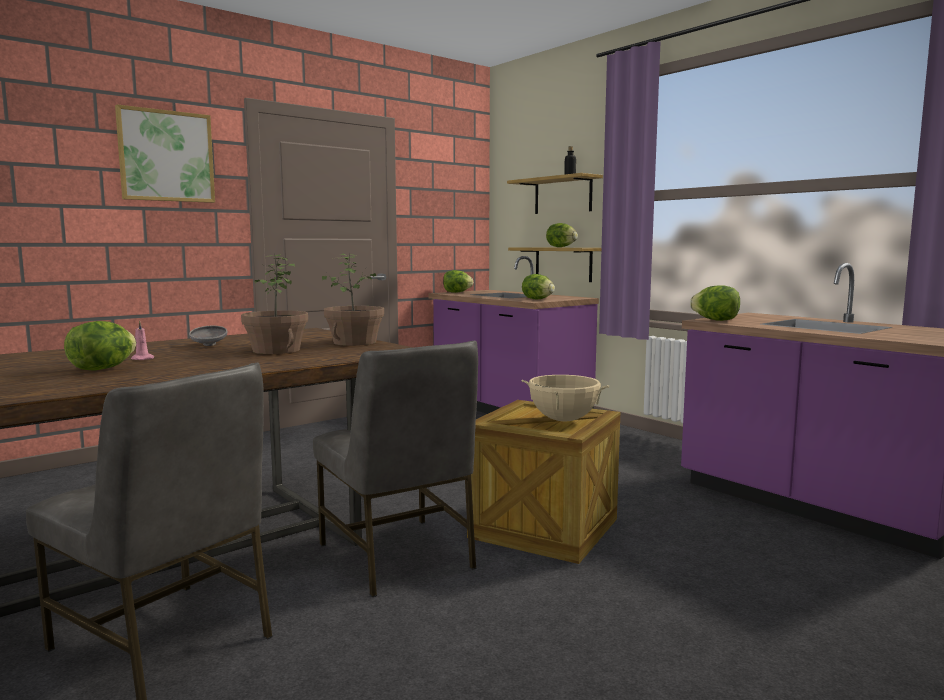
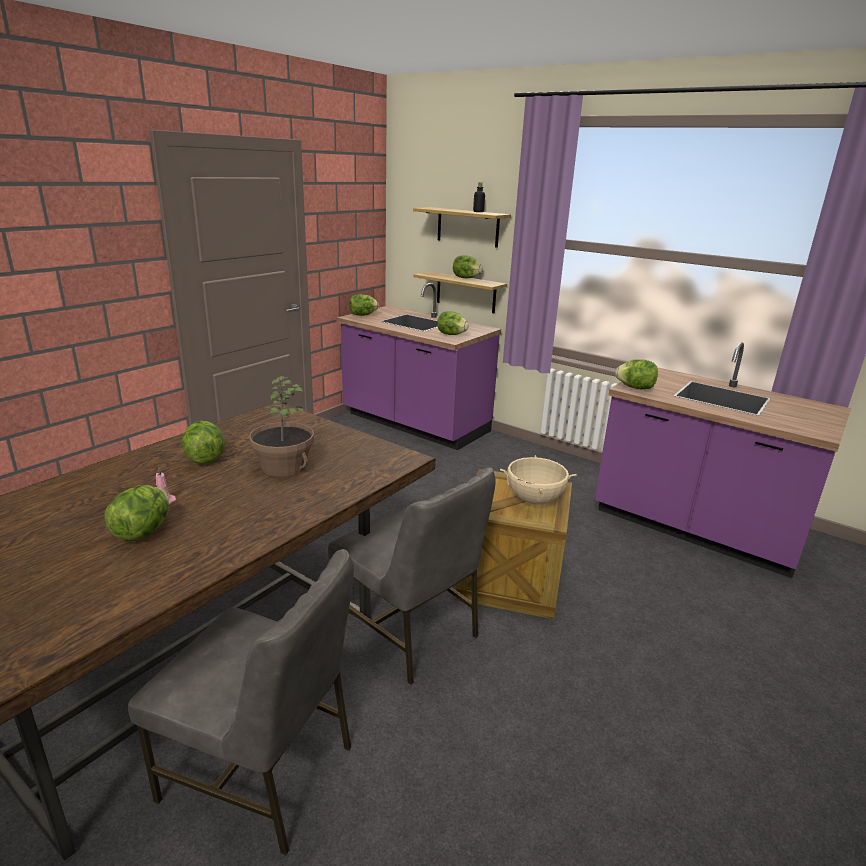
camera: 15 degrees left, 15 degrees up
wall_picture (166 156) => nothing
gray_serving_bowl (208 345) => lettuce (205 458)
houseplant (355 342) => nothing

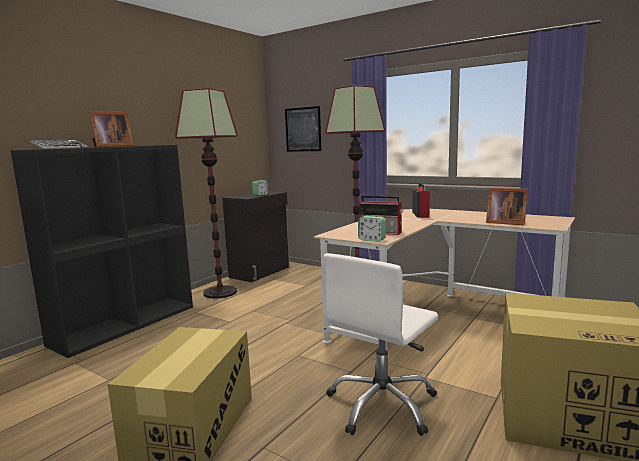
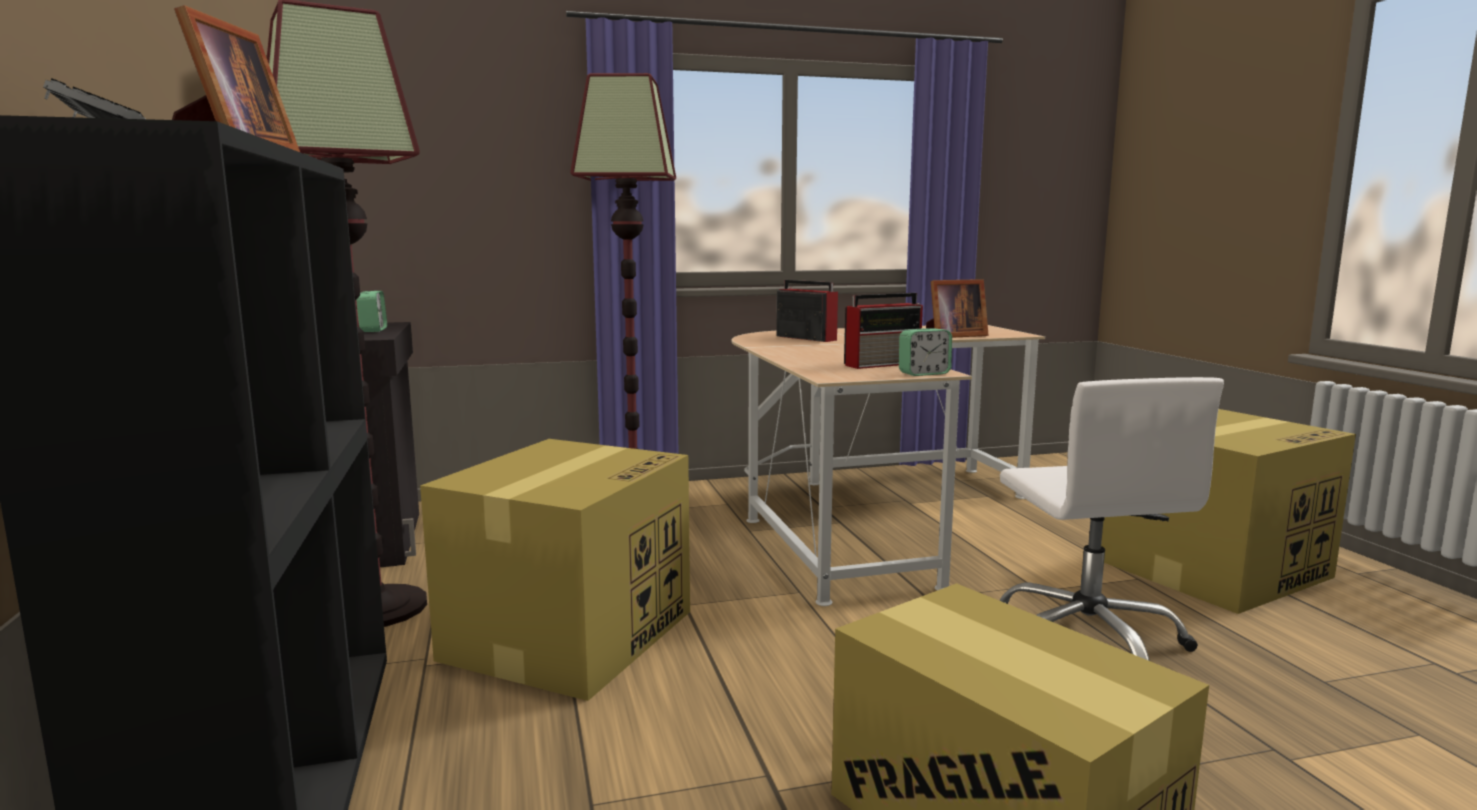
camera: 50 degrees left, 0 degrees up
wall_picture (303 129) => nothing
nothing => cardboard_box (570 633)

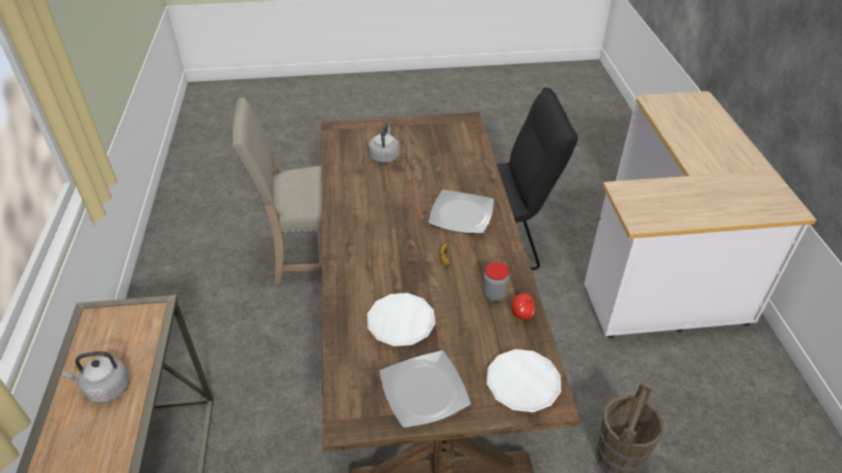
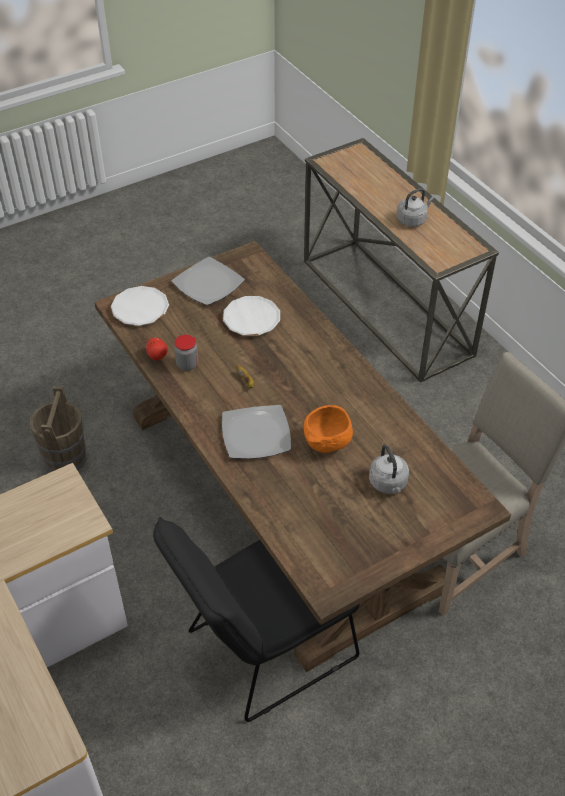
camera: 155 degrees right, 5 degrees up
nothing => orange_serving_bowl (327 444)

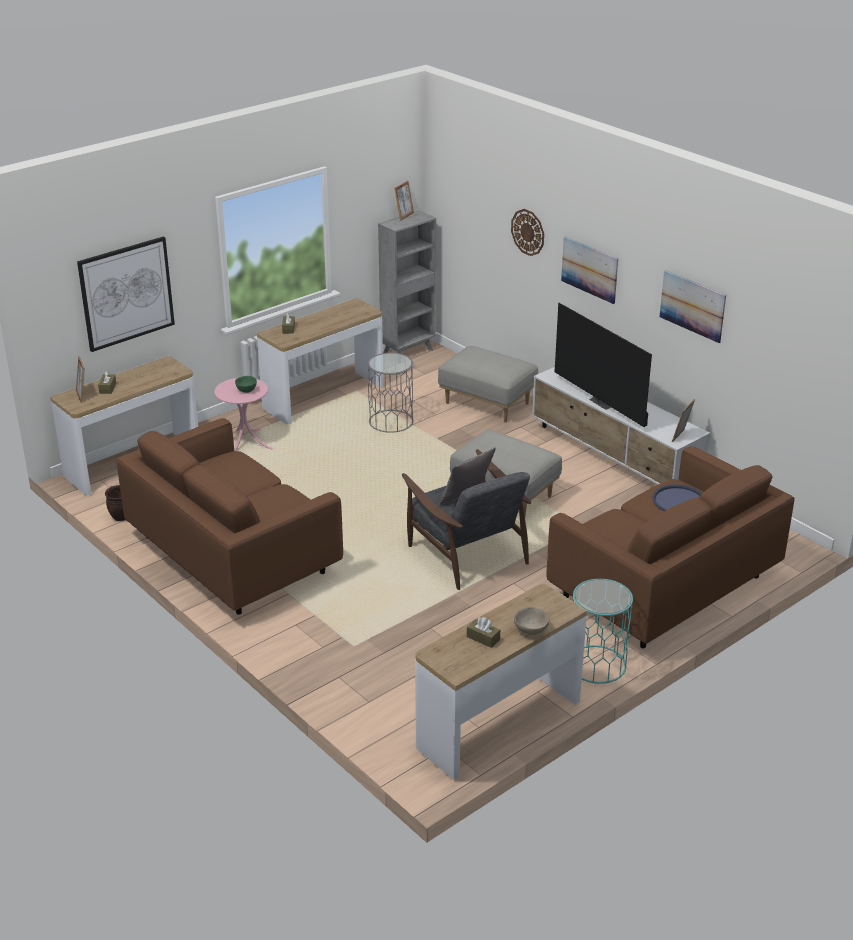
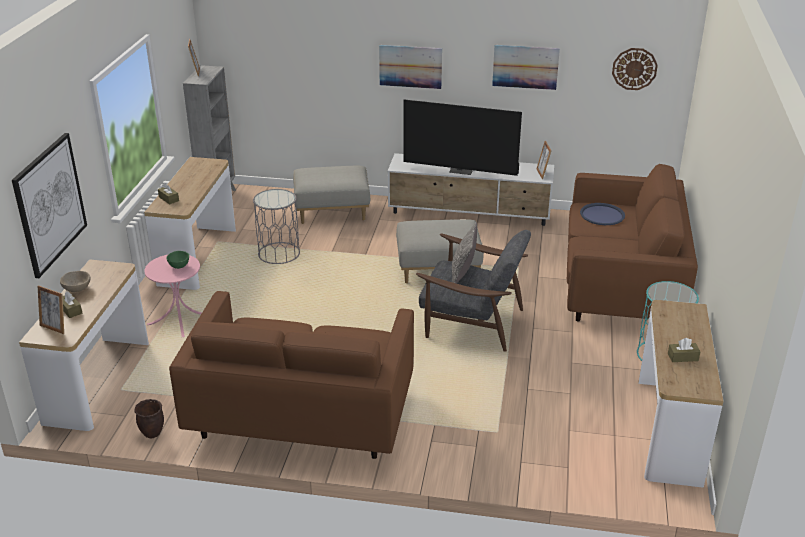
camera: 40 degrees left, 0 degrees up
wall_clock (528 232) => wall_clock (634 68), shifted
sand-coloured_serving_bowl (531 630) => sand-coloured_serving_bowl (77 289), shifted

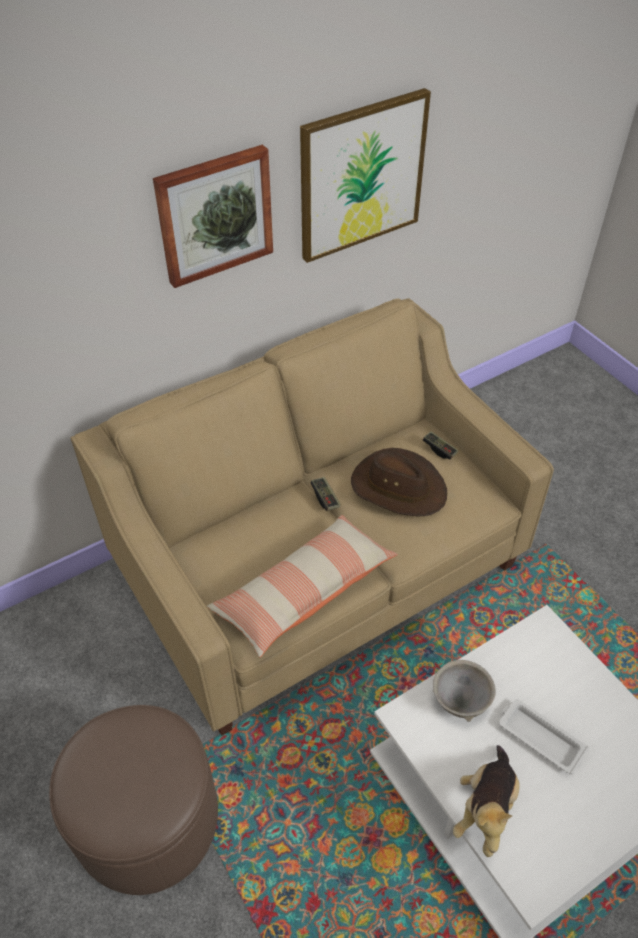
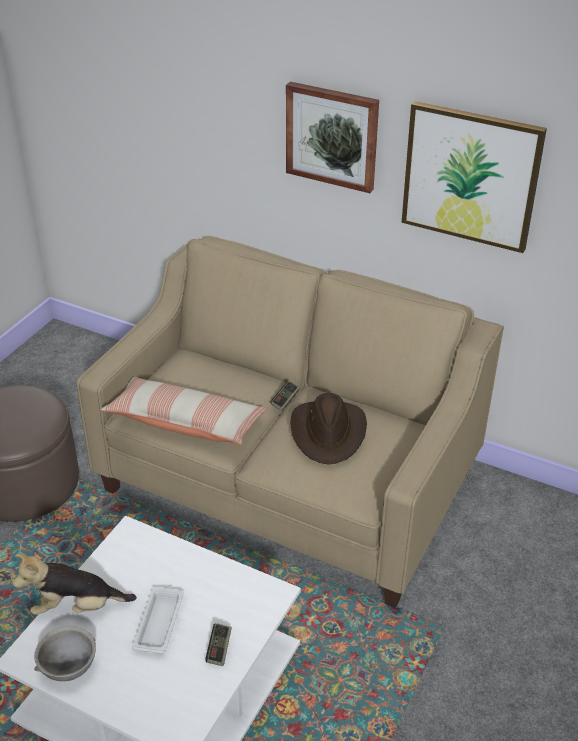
camera: 60 degrees right, 10 degrees down
gamepad (439 449) => gamepad (219 649), shifted
gray_serving_bowl (460 701) => gray_serving_bowl (68 667), shifted

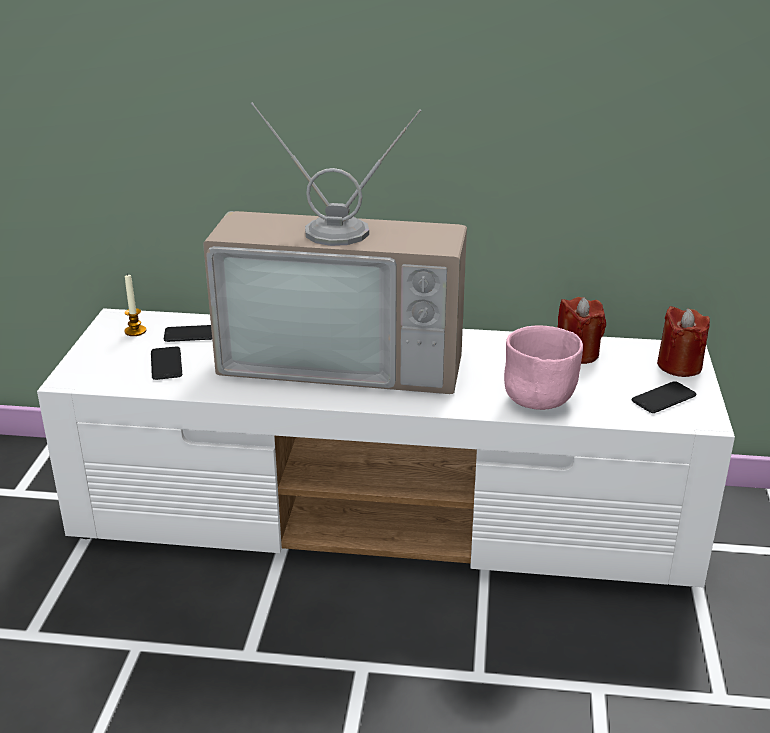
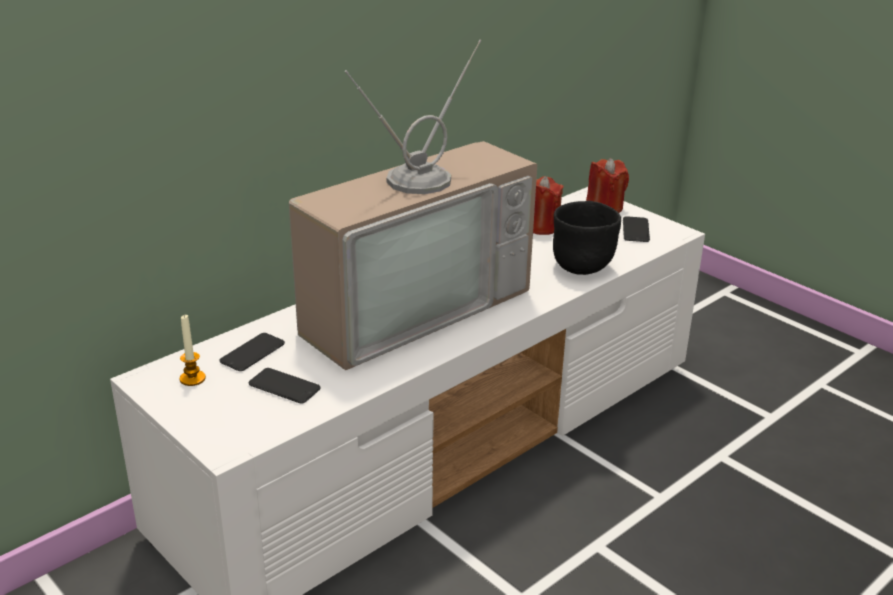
camera: 50 degrees left, 0 degrees up
pink_serving_bowl (540 401) => black-coloured_serving_bowl (583 267)

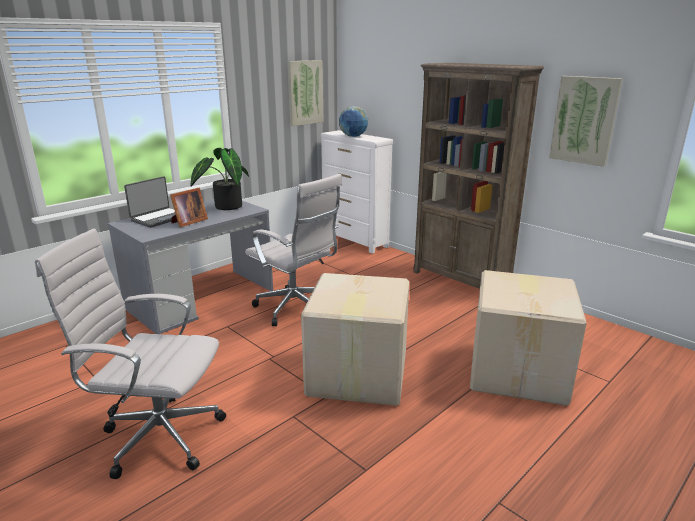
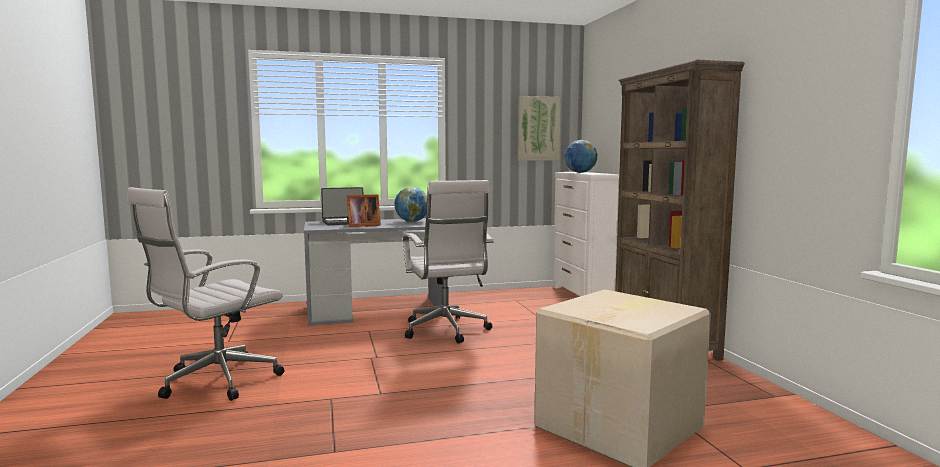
camera: 30 degrees right, 15 degrees down
whitish_desk_chair (157 436) => whitish_desk_chair (214 382), 90 degrees counterclockwise
houseplant (225 206) => world_globe (412 222)
cardboard_box (356 375) => nothing
wall_picture (584 120) => nothing

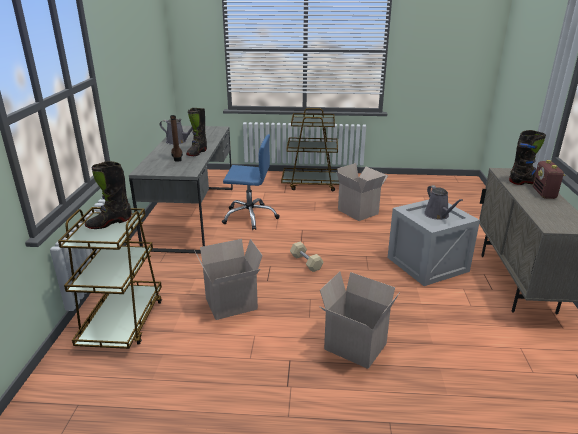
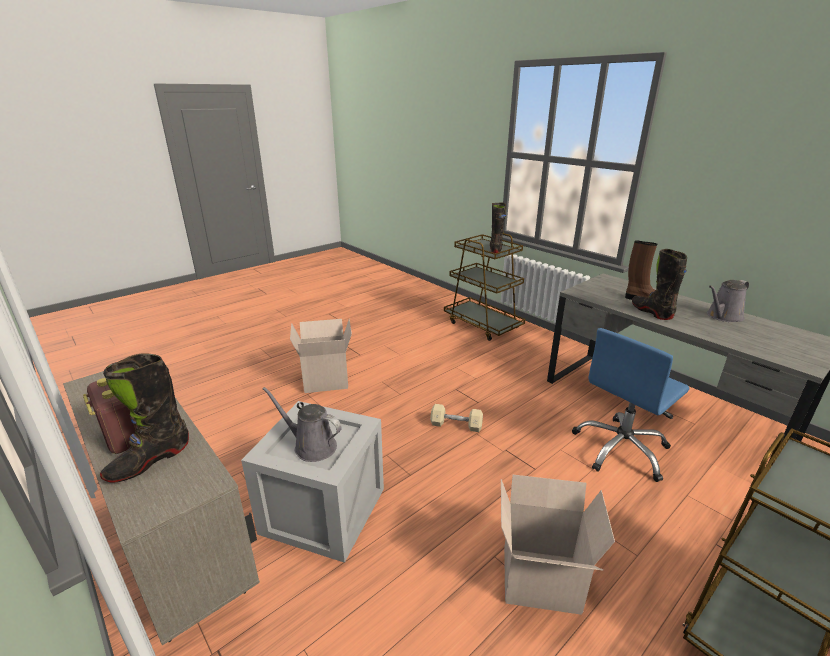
camera: 135 degrees right, 0 degrees up
cardboard_box (231 305) => nothing

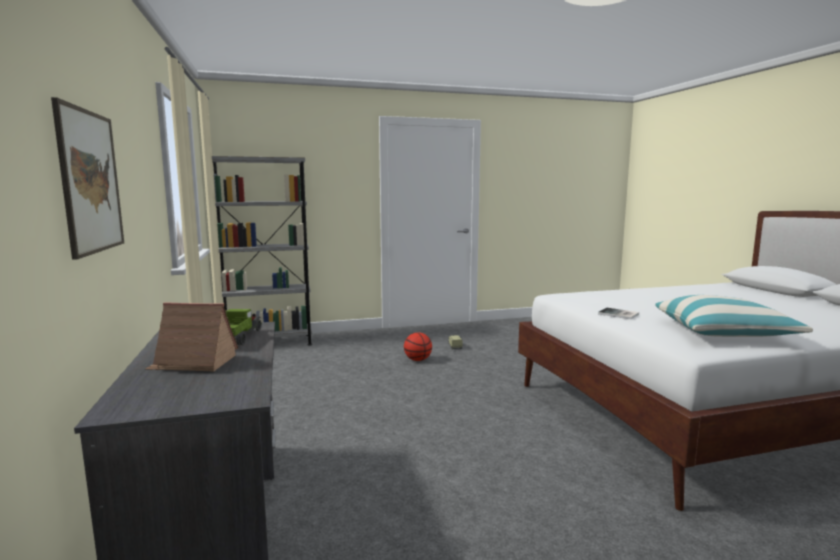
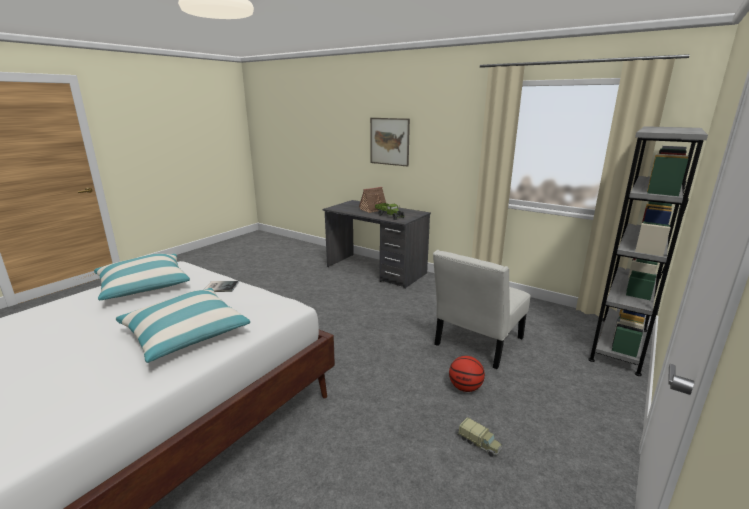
camera: 140 degrees right, 10 degrees up
nothing => cushion (186 334)
nothing => whitish_chair (476 344)

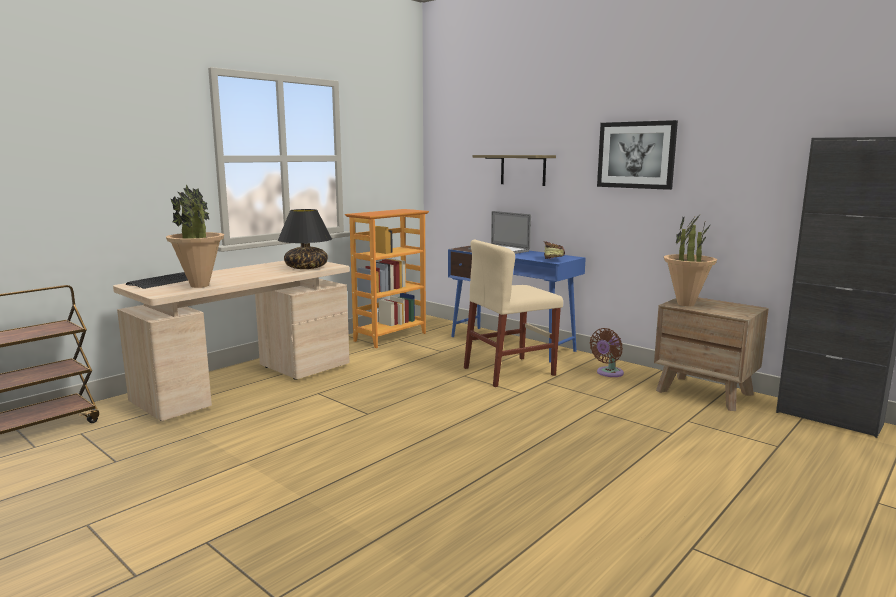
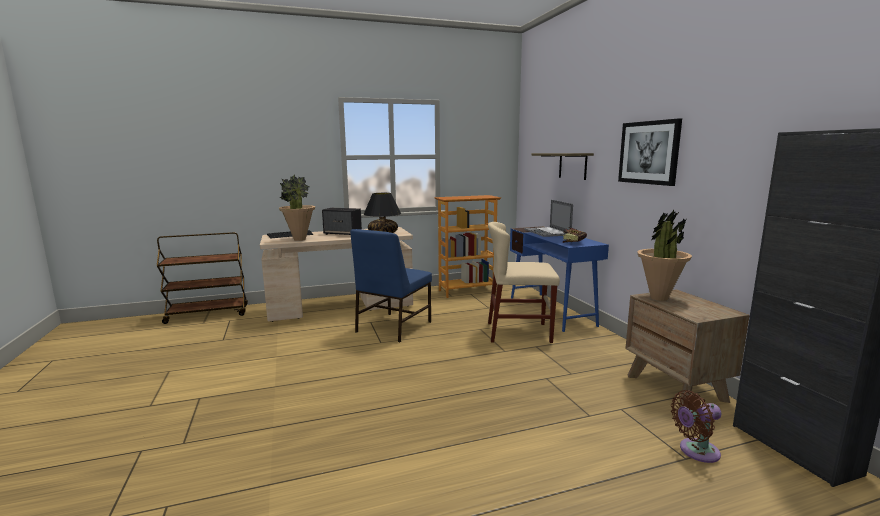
camera: 30 degrees right, 0 degrees up
brown_fan (608 373) => brown_fan (696 451), shifted
nothing => audio_speaker (343 234)
nothing => blue_chair (392 327)

